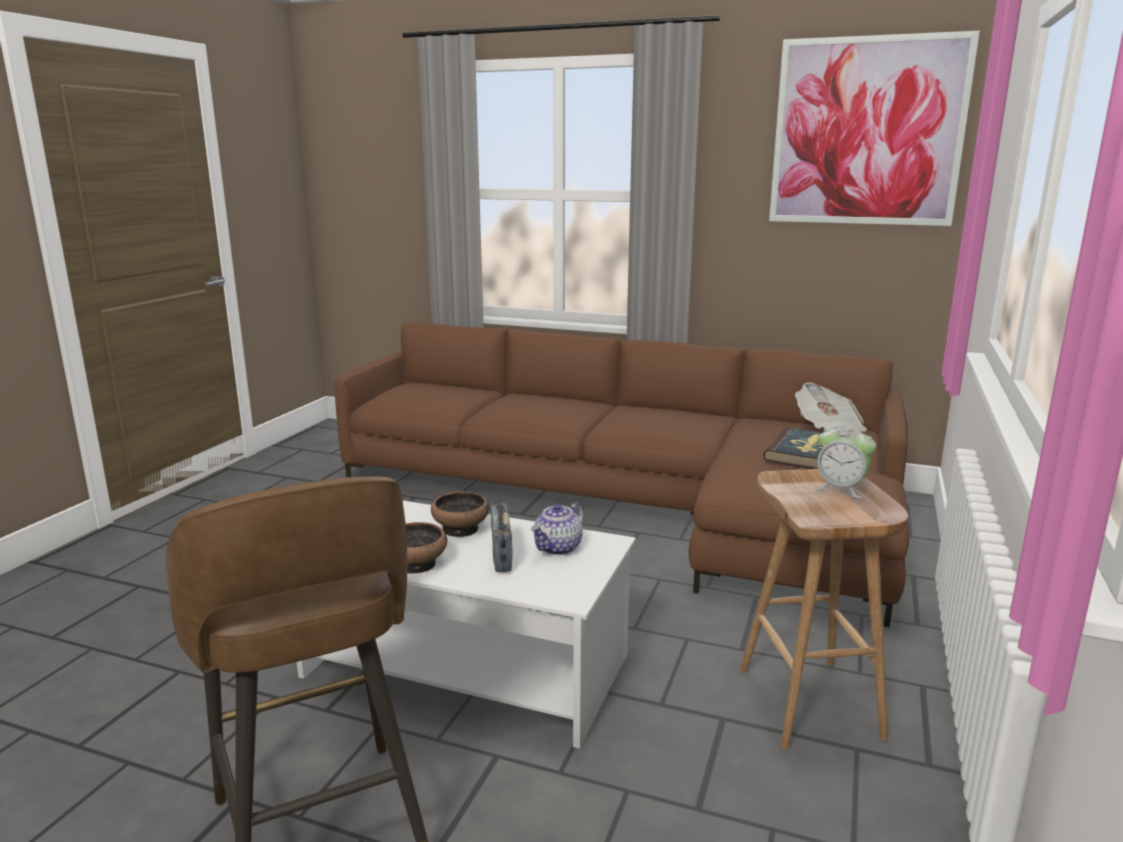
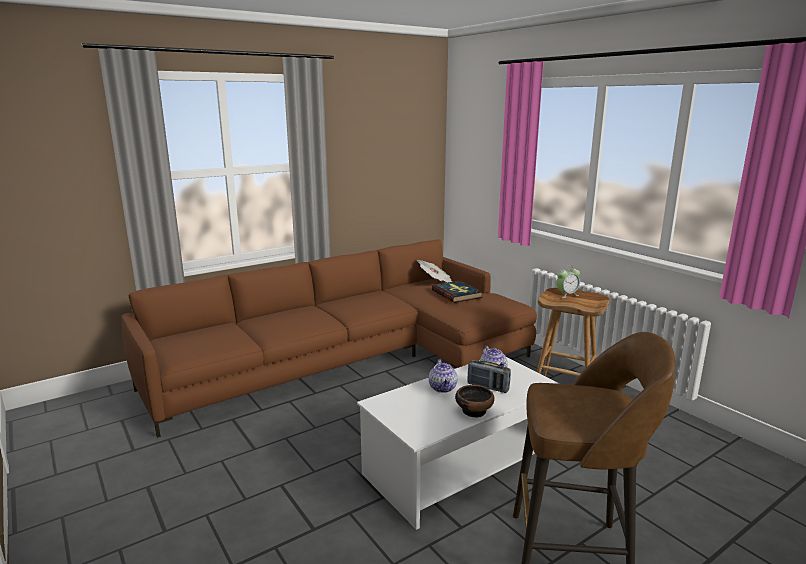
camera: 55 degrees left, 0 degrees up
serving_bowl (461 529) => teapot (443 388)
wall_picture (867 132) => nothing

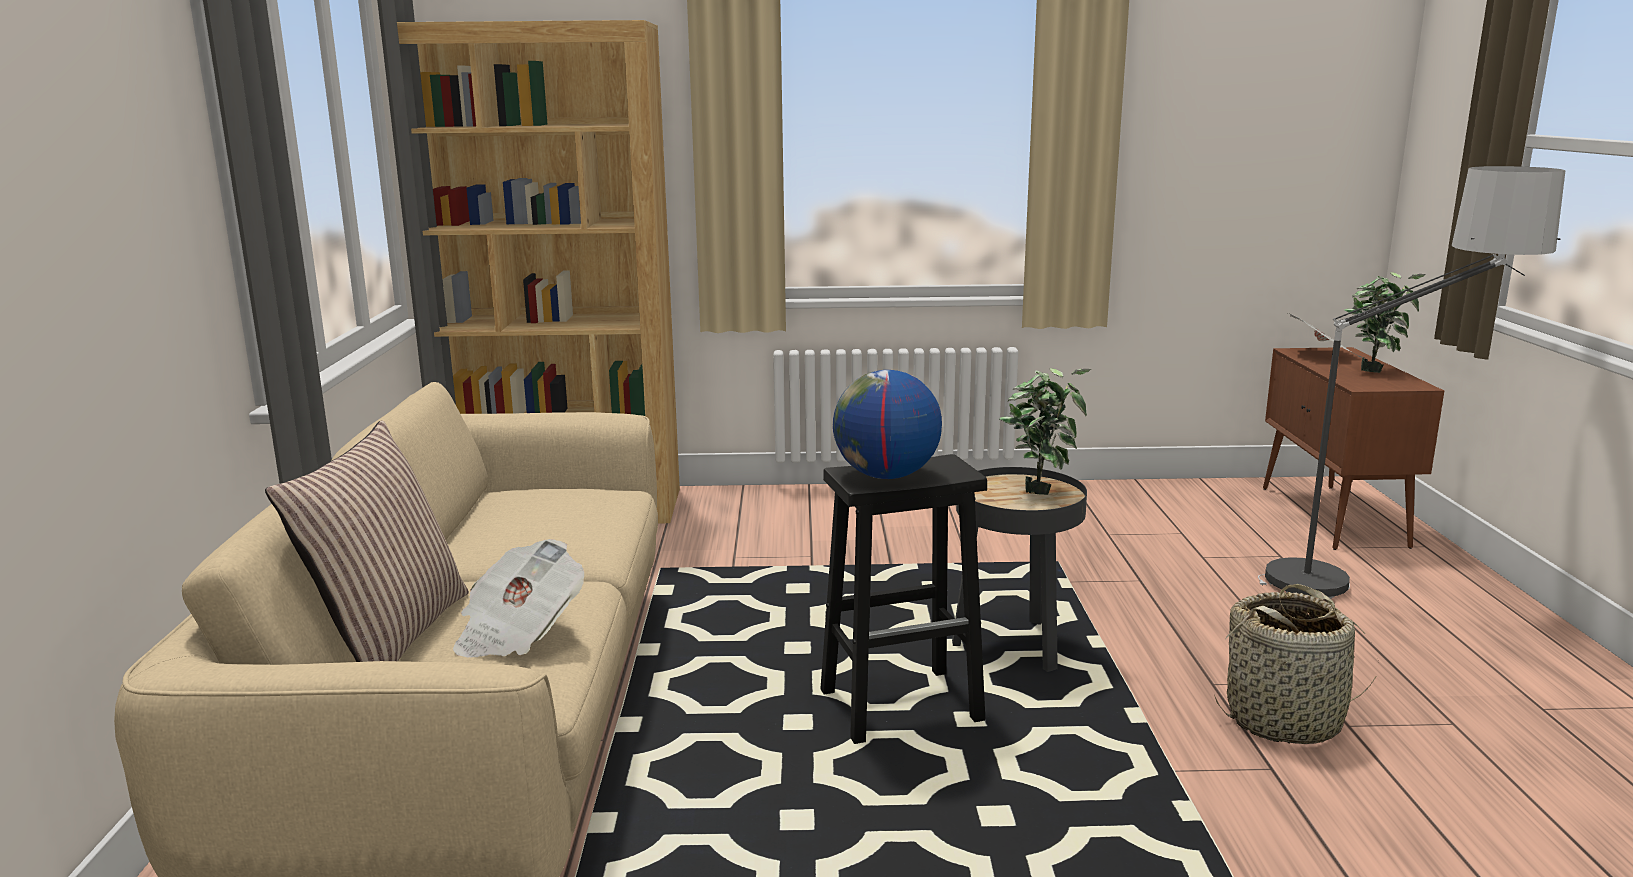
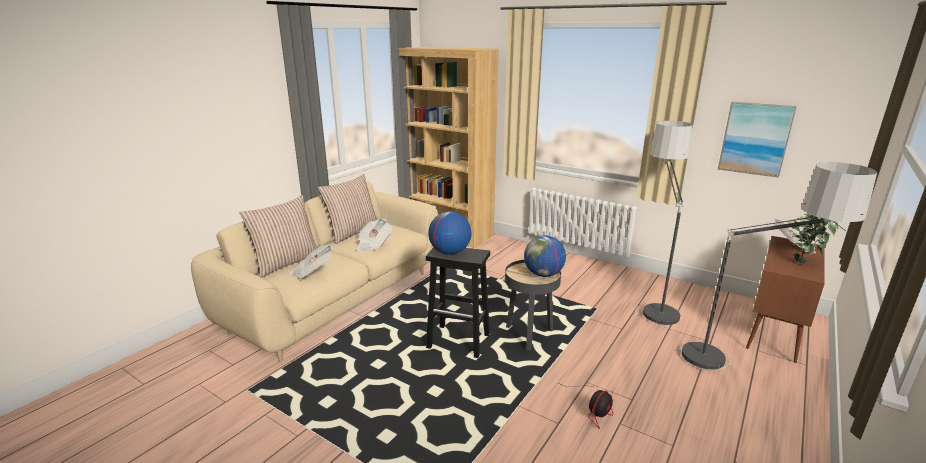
camera: 35 degrees right, 5 degrees up
houseplant (1040 490) => world_globe (543 274)
household_basket (1284 719) => fan (594 408)
nothing => cushion (353 232)
nothing => newspaper (373 245)
nothing => standard_lamp (652 302)
nothing => wall_picture (755 139)

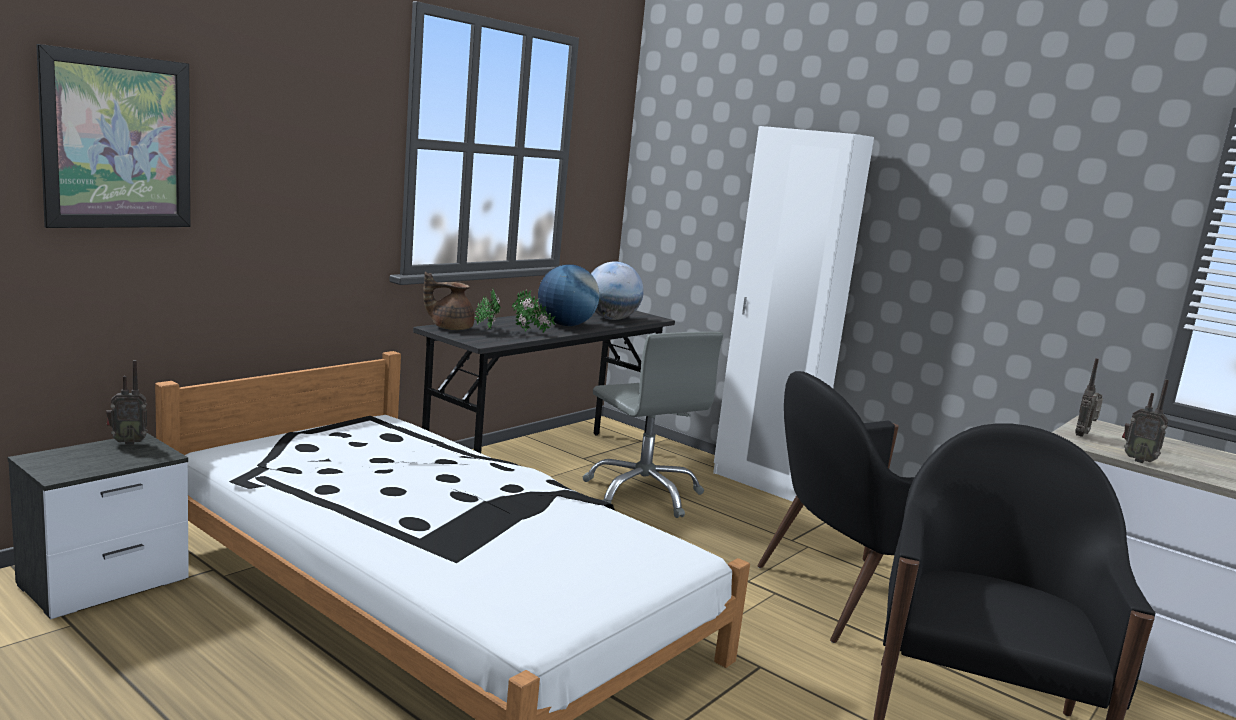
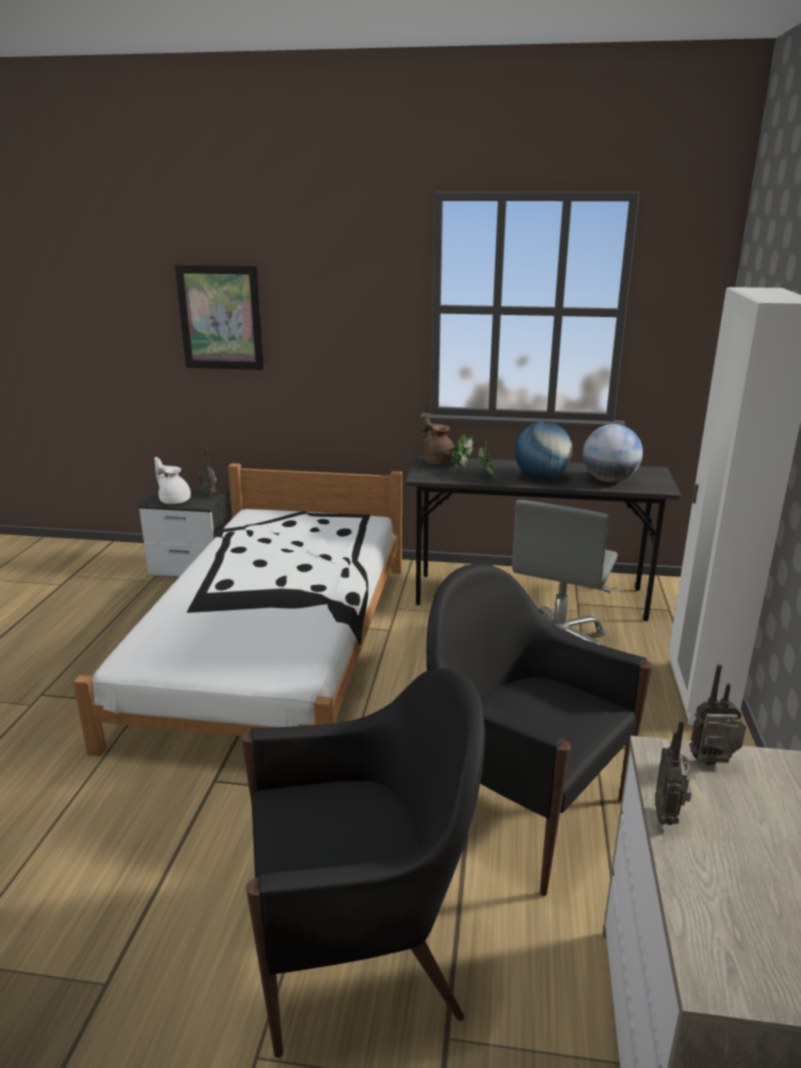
camera: 60 degrees right, 10 degrees up
nothing => whitish_teapot (174 500)

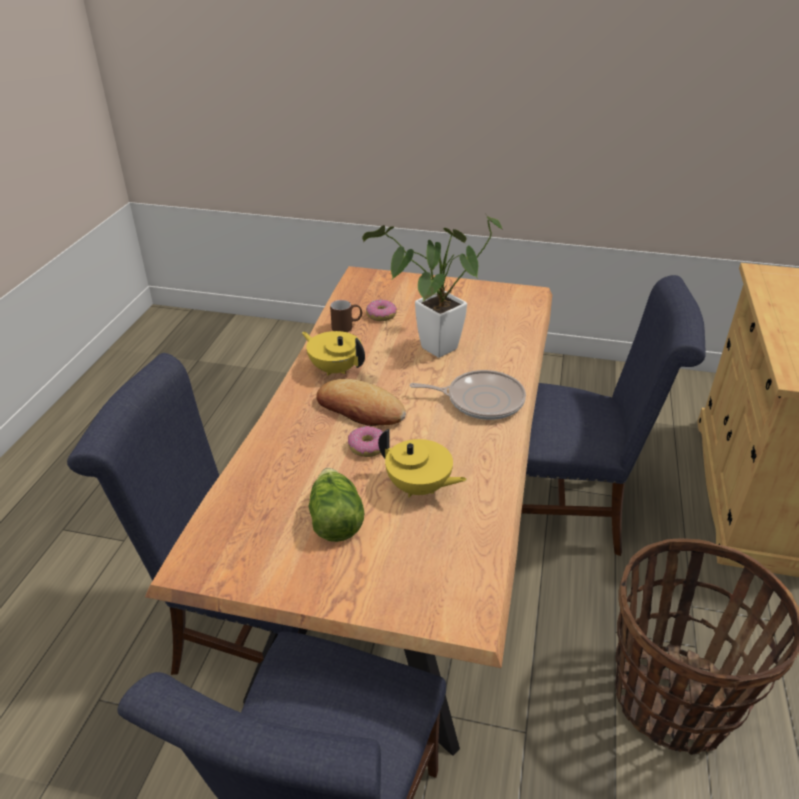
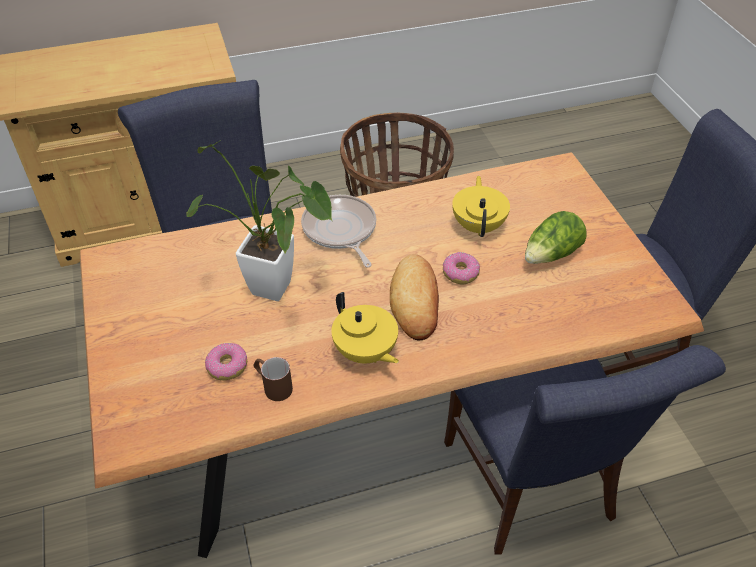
camera: 120 degrees left, 10 degrees up
yellowish_teapot (335 369) => yellowish_teapot (365 352), 45 degrees counterclockwise

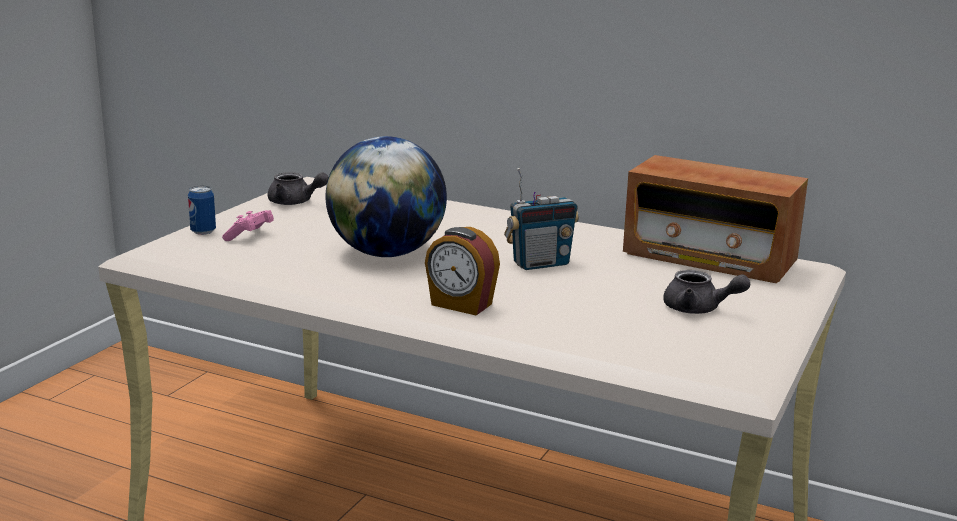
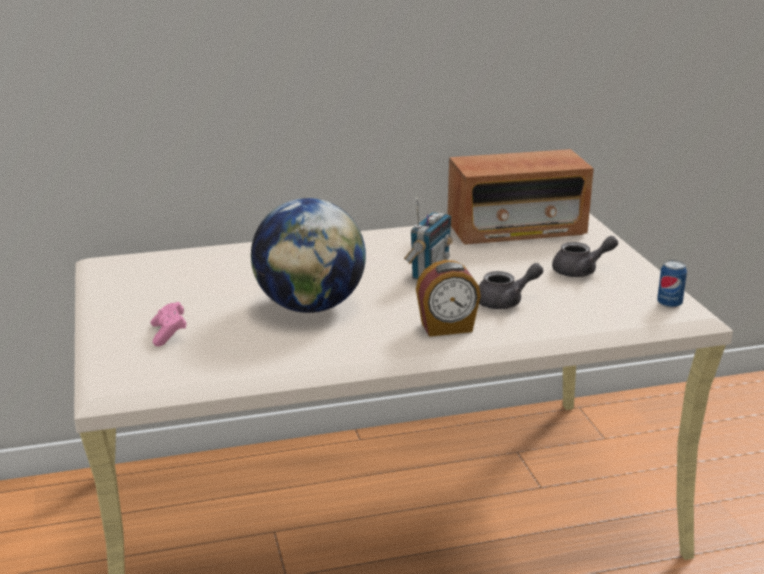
camera: 40 degrees left, 5 degrees up
sealed_can (203 231) => sealed_can (669 304), shifted
gray_teapot (295 202) => gray_teapot (506 302), shifted

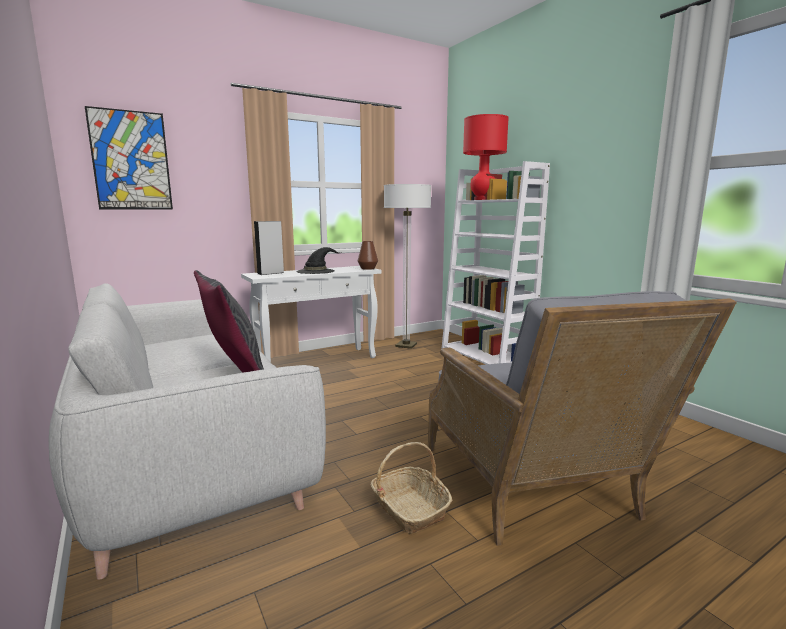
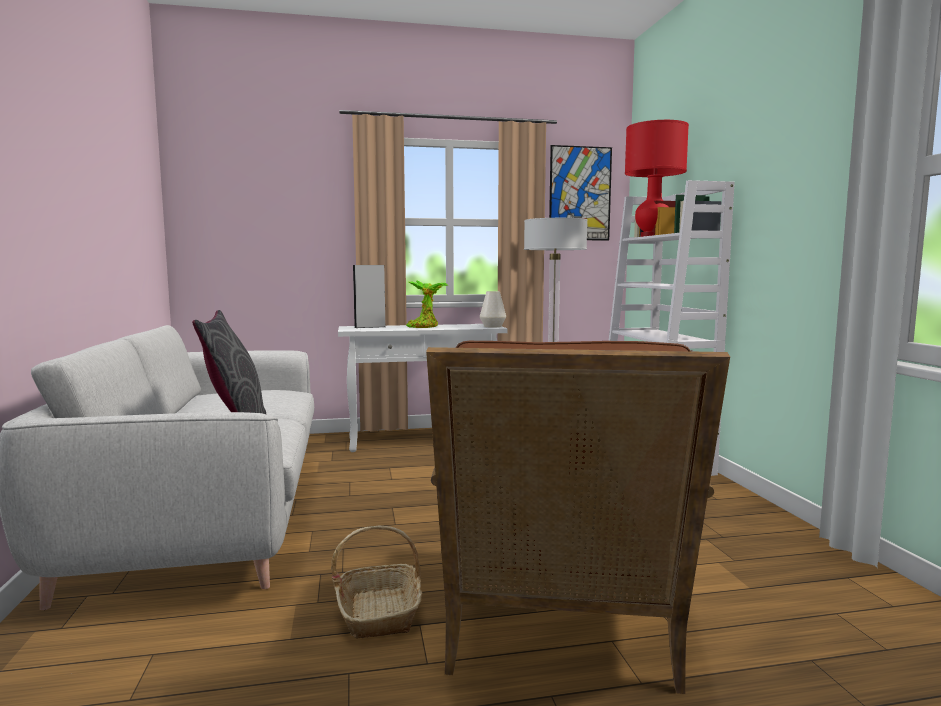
camera: 20 degrees right, 5 degrees down
wall_picture (131 161) => wall_picture (580 193), shifted
black-coloured_wearable_hat (316 271) => houseplant (425 327)
brown_decorative_vase (368 268) => whitish_decorative_vase (493 326)
gray_lounge_chair (537 490) => brown_lounge_chair (560 626)

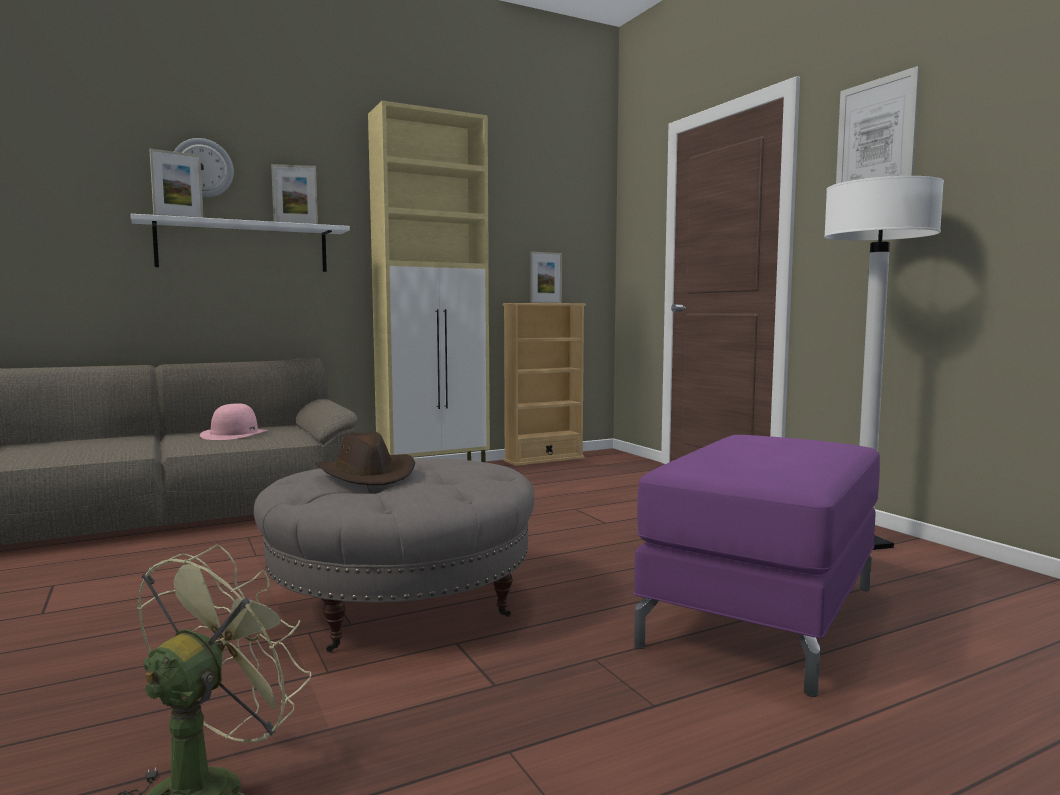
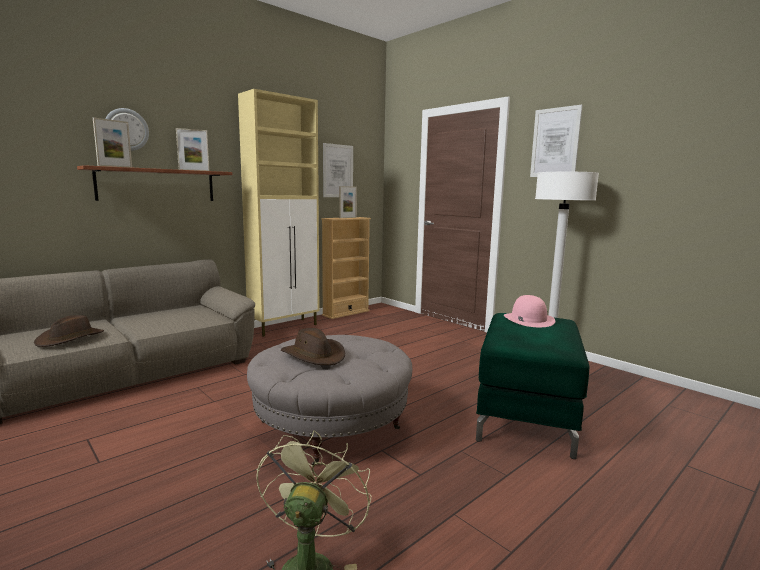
camera: 15 degrees left, 5 degrees up
whitish_shelf (243 247) => brown_shelf (157 185)
pink_wearable_hat (234 434) => pink_wearable_hat (528 319), shifted
purple-coloured_footrest (763 616) => green-coloured_footrest (526 413)
nothing => brown_wearable_hat (70 338)
nothing => wall_picture (338 171)

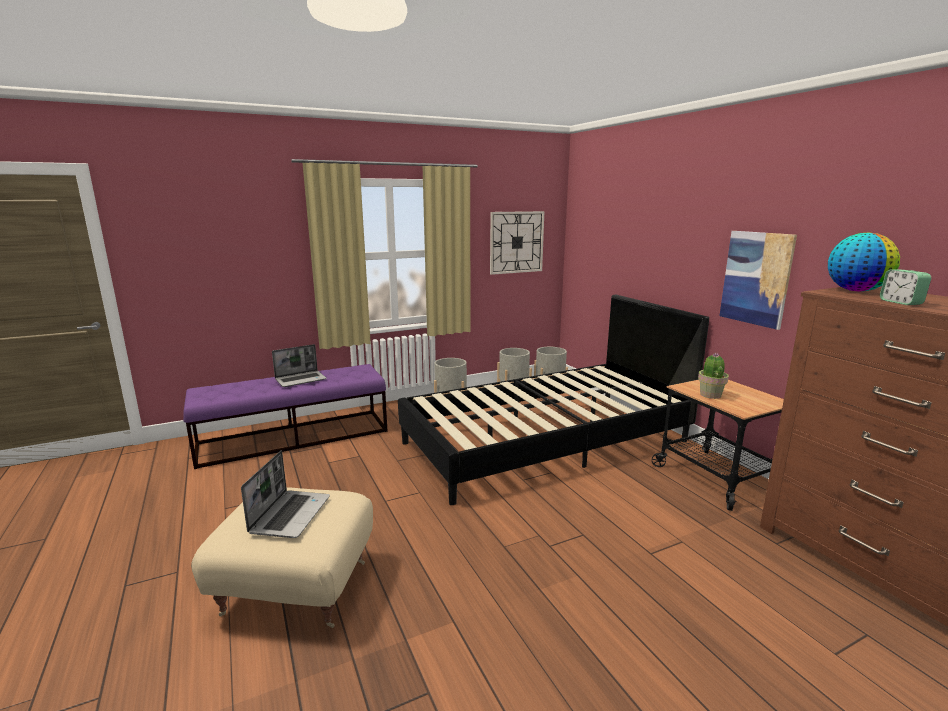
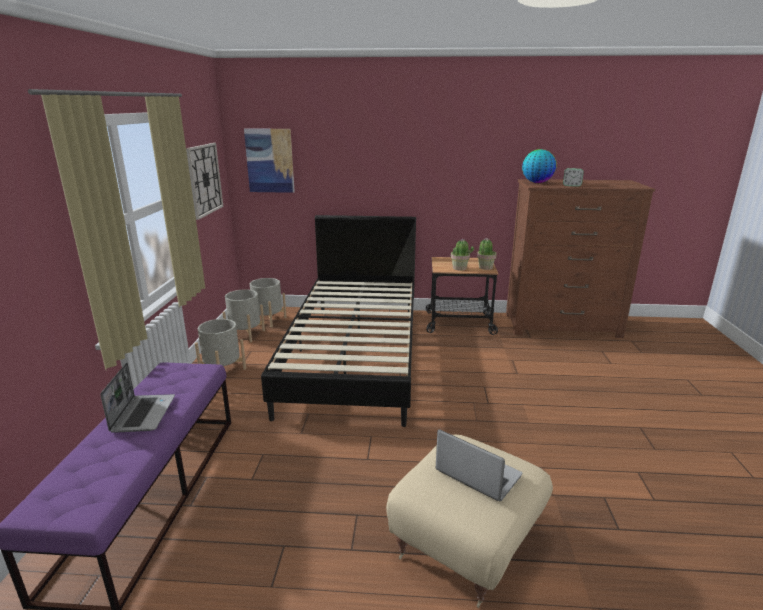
camera: 60 degrees left, 5 degrees up
wall_picture (756 278) => wall_picture (270 160), shifted
nothing => houseplant (485 267)

